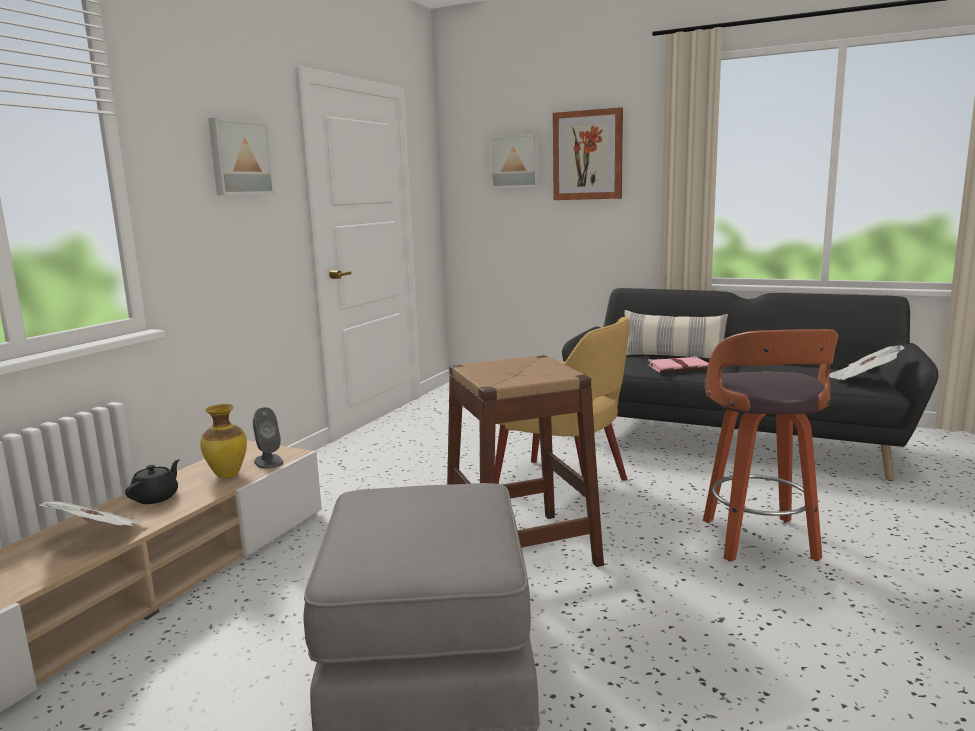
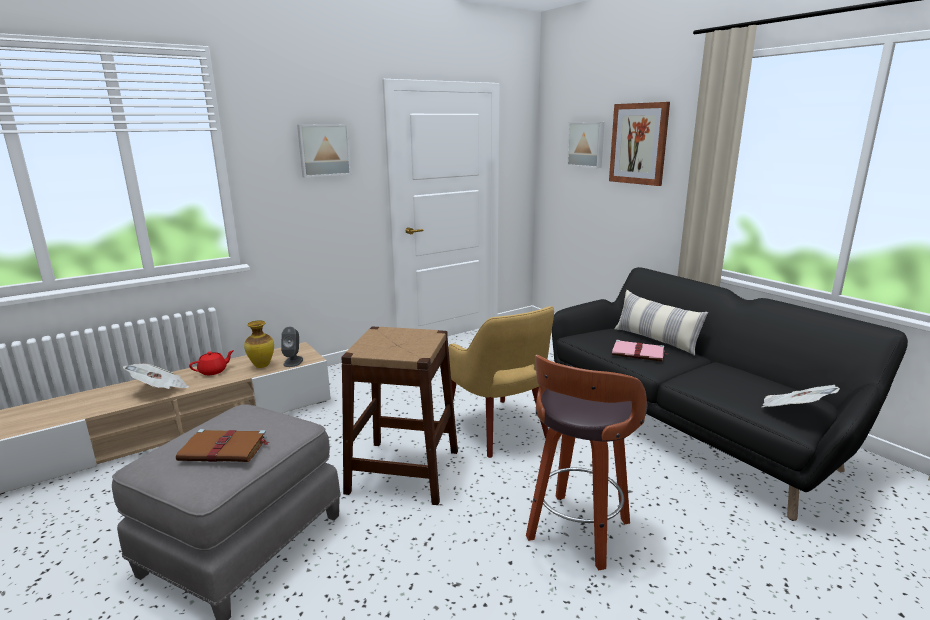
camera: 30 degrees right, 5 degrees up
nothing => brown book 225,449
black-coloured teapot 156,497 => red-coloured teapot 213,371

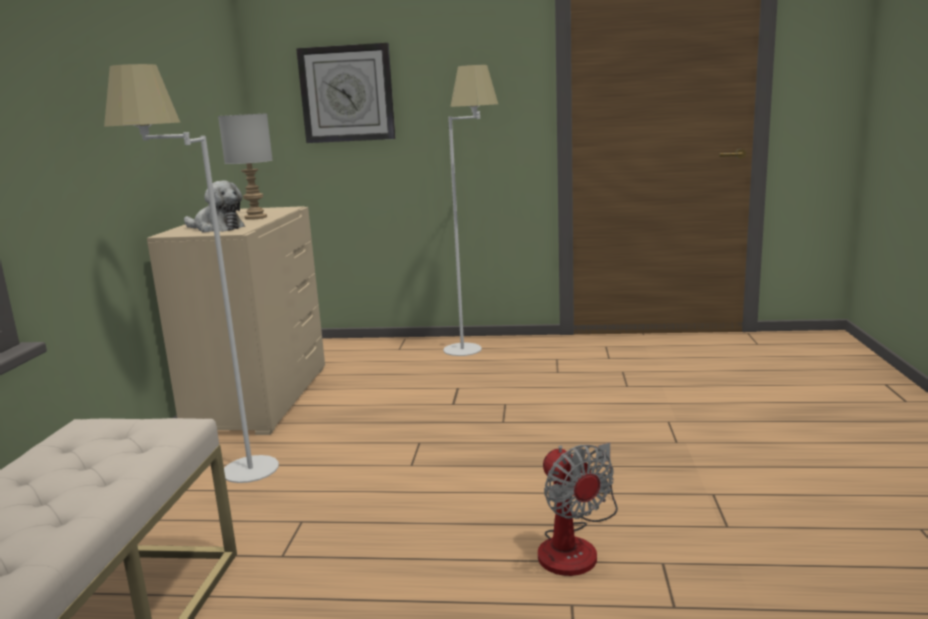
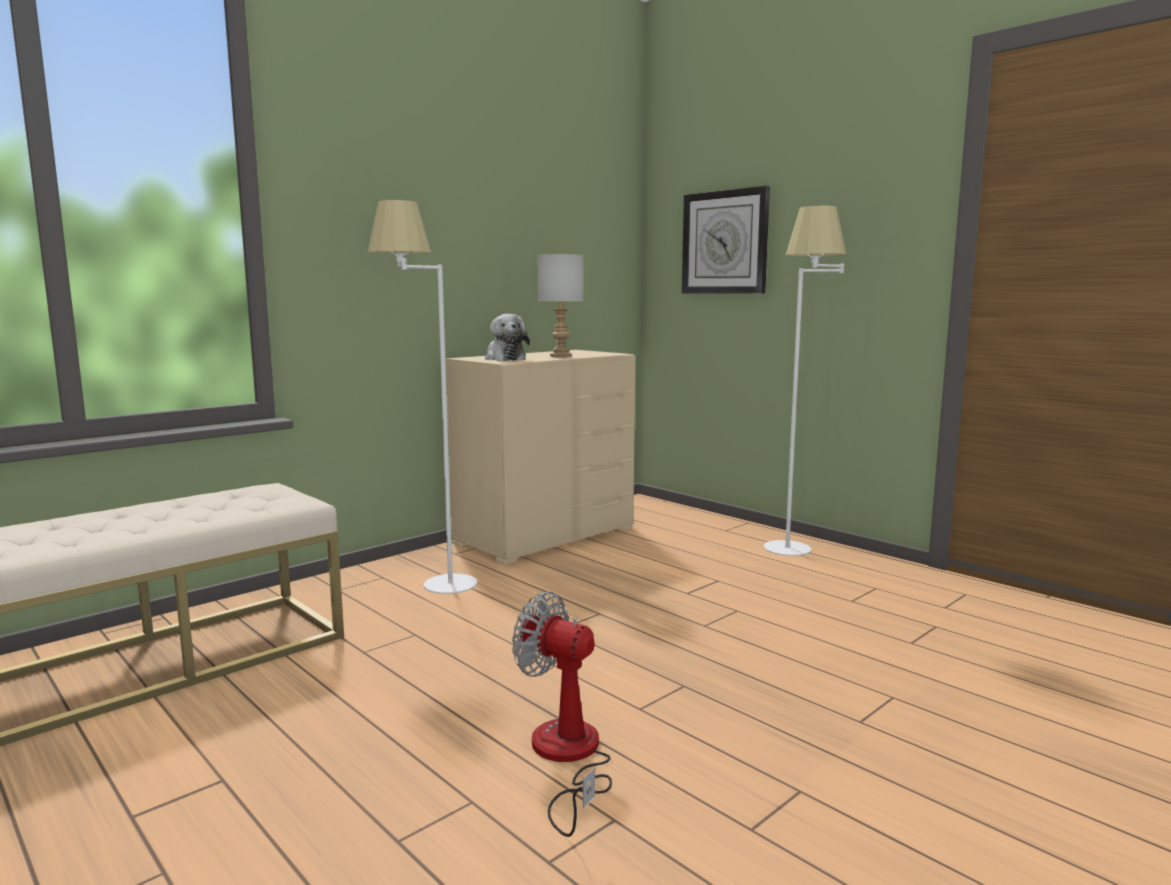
camera: 40 degrees right, 5 degrees down
fan 575,544 => fan 567,758, 105 degrees clockwise

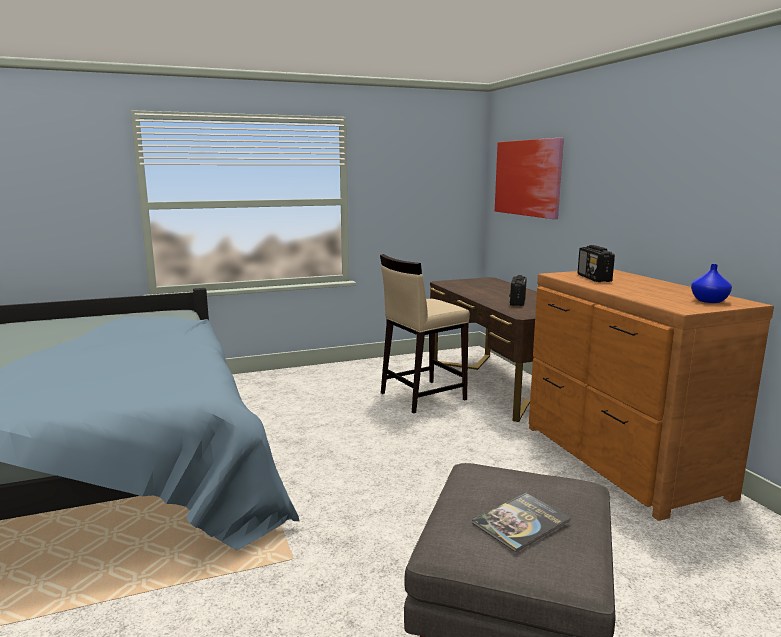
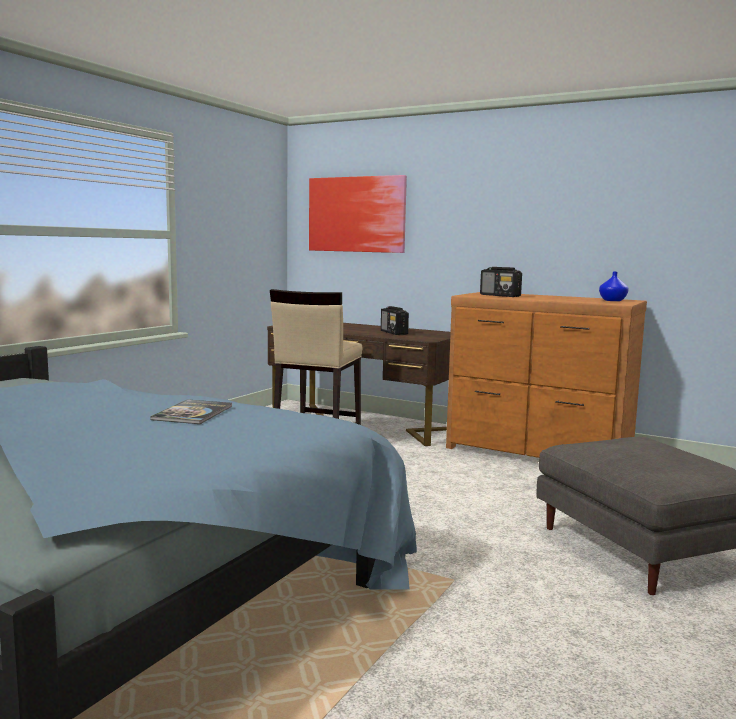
camera: 40 degrees left, 5 degrees down
book 521,522 => book 193,413, relocated

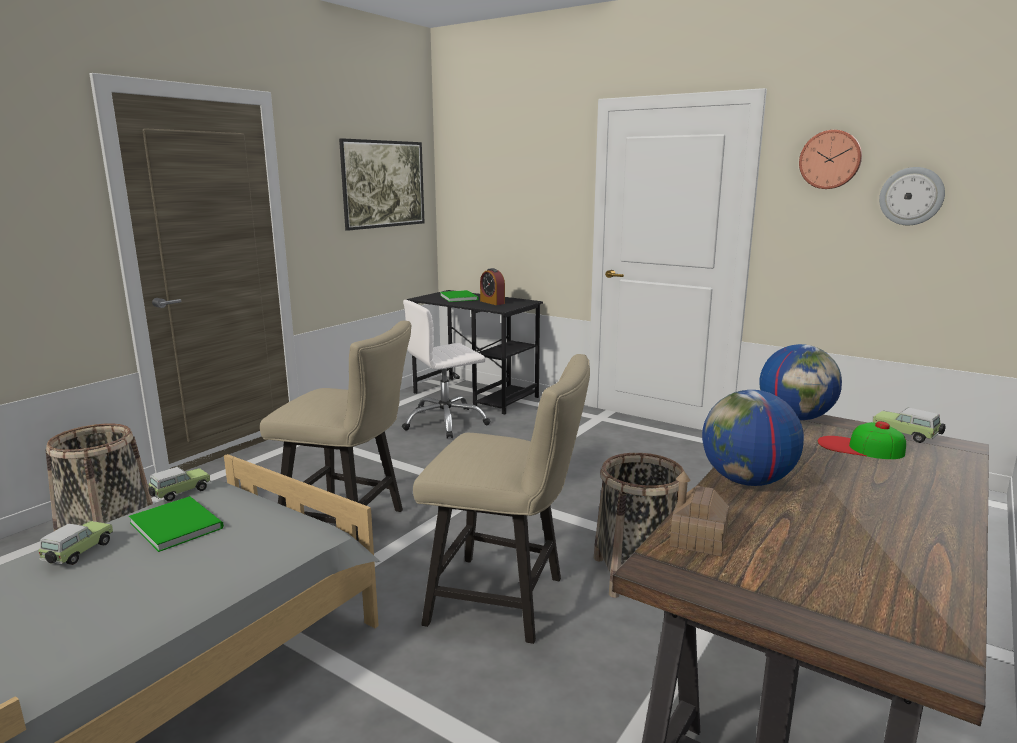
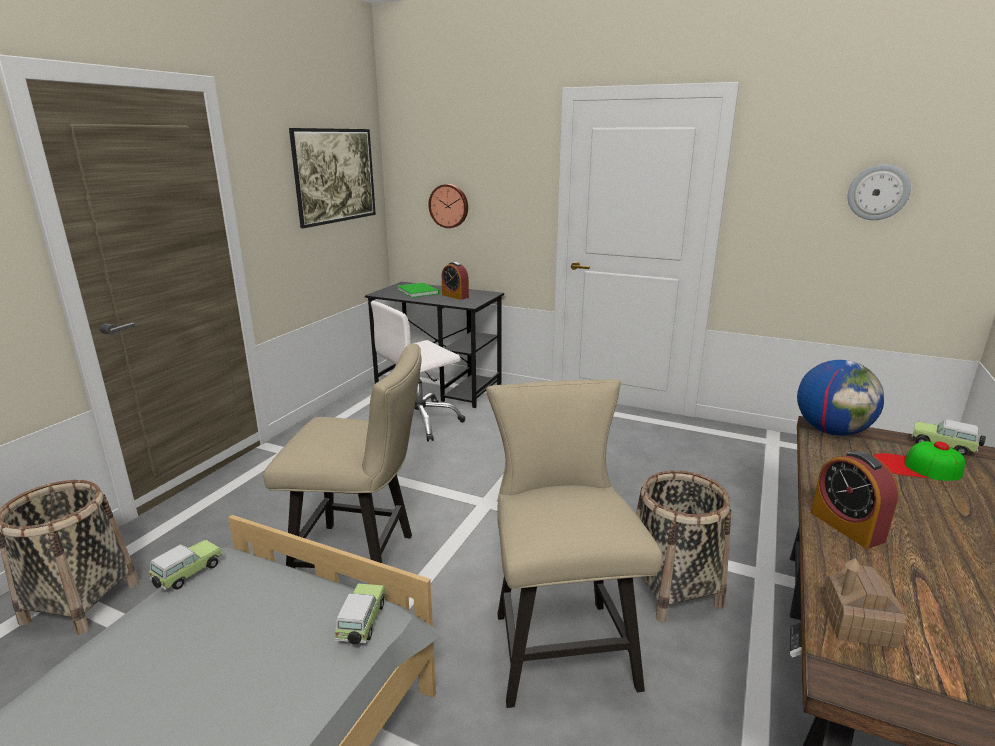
camera: 10 degrees left, 5 degrees up
greenish book 177,524 => nothing
model car 77,554 => model car 361,624, relocated
hanging clock 830,159 => hanging clock 449,206, relocated
world globe 747,481 => table clock 846,526
beige-coloured plain chair 506,601 => beige-coloured plain chair 559,641, 105 degrees counterclockwise

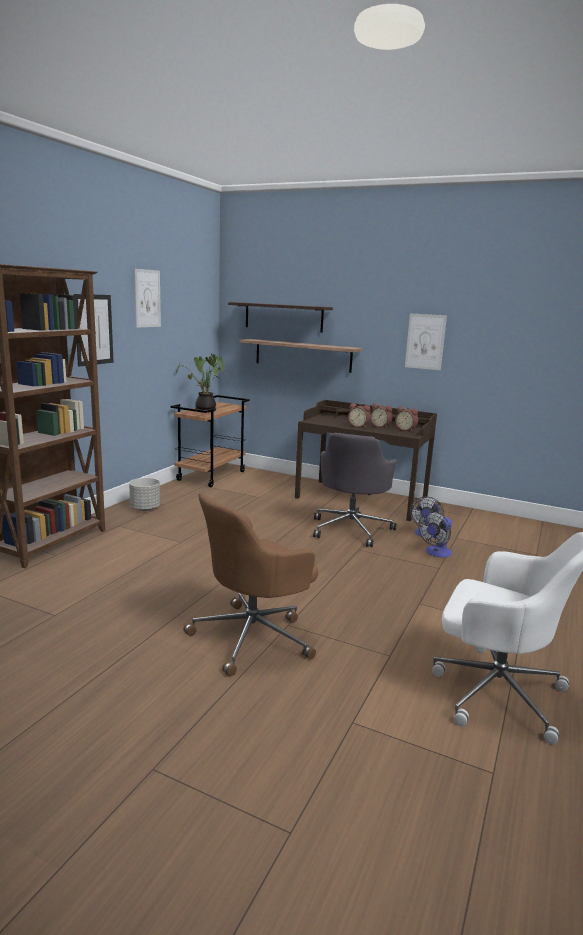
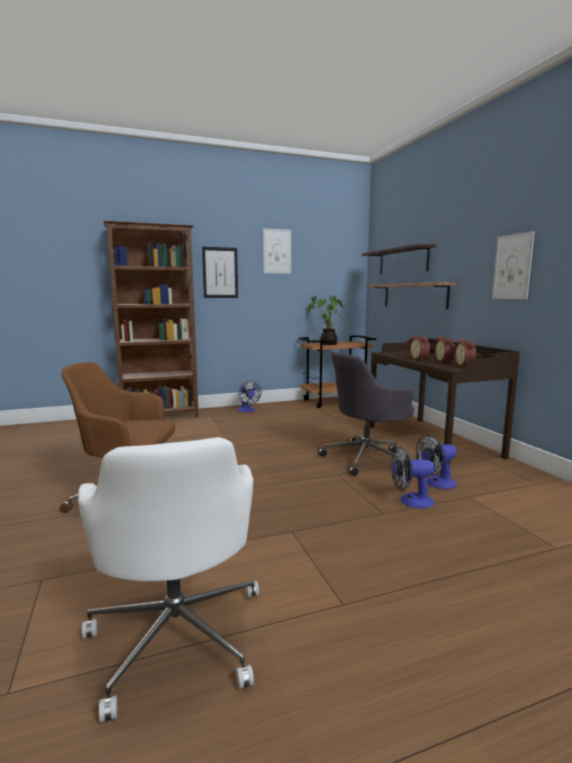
camera: 45 degrees right, 5 degrees down
greyish planter 145,508 => fan 247,410

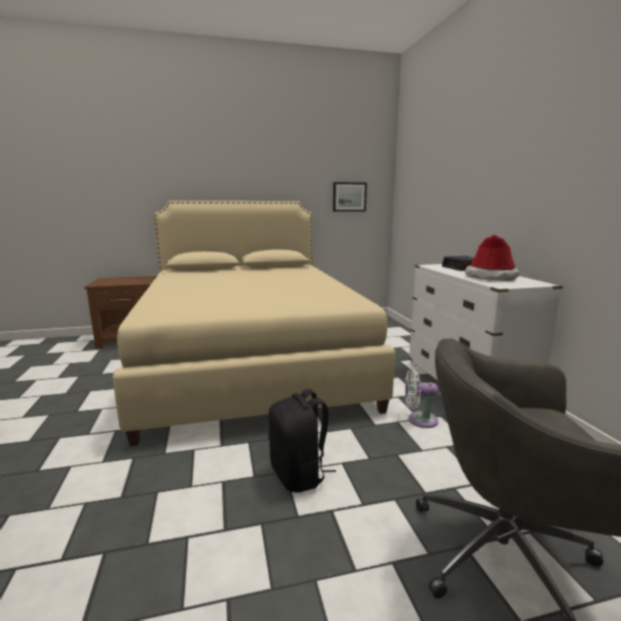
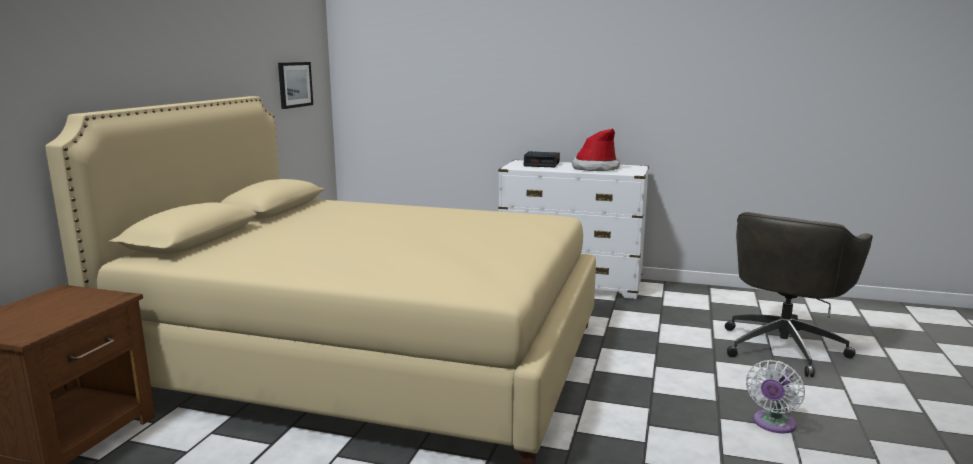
camera: 60 degrees left, 0 degrees up
black-coloured backpack 299,475 => nothing
white fan 419,420 => white fan 773,424, relocated

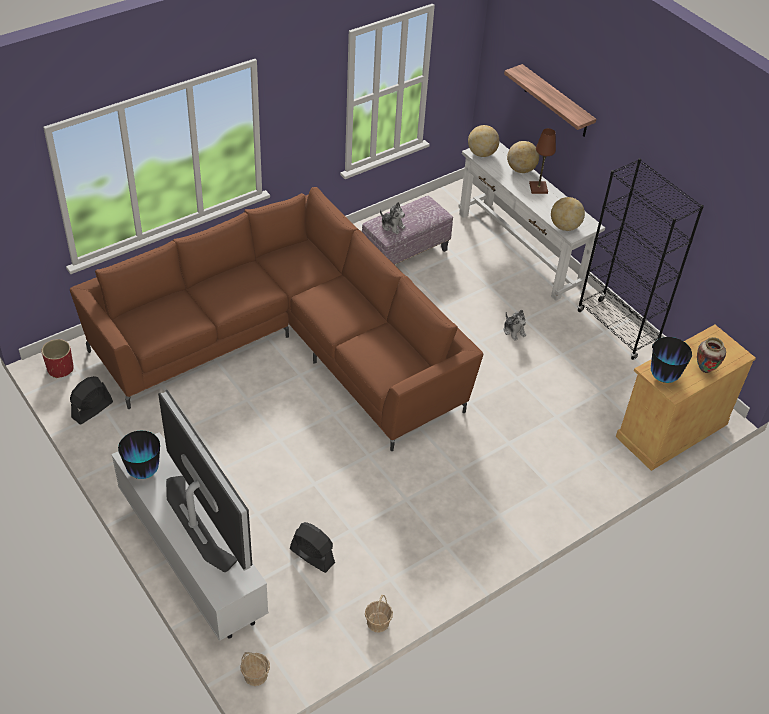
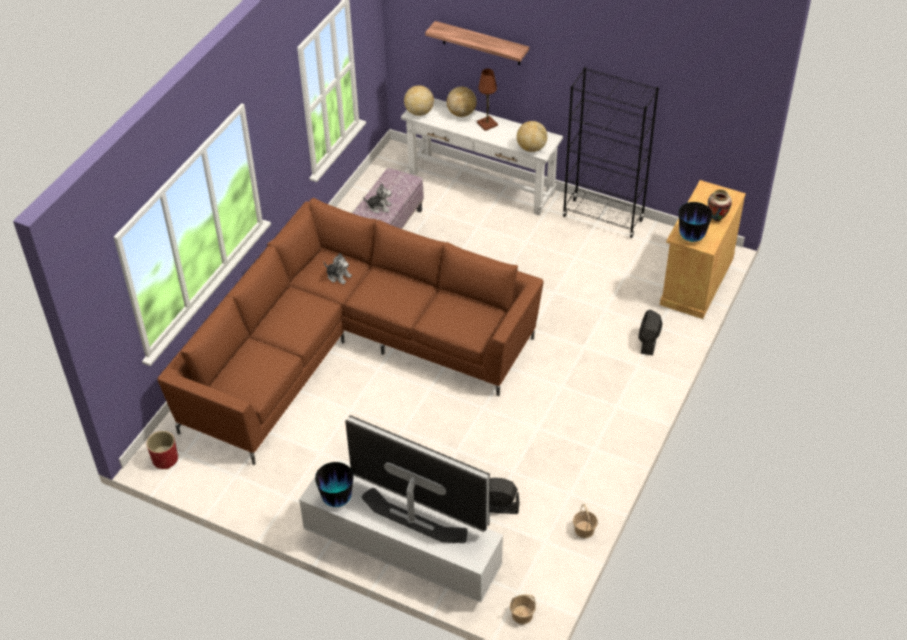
camera: 25 degrees left, 0 degrees up
black-coloured fan 92,410 => black-coloured fan 648,341, relocated
soft toy 514,331 => soft toy 338,276, relocated

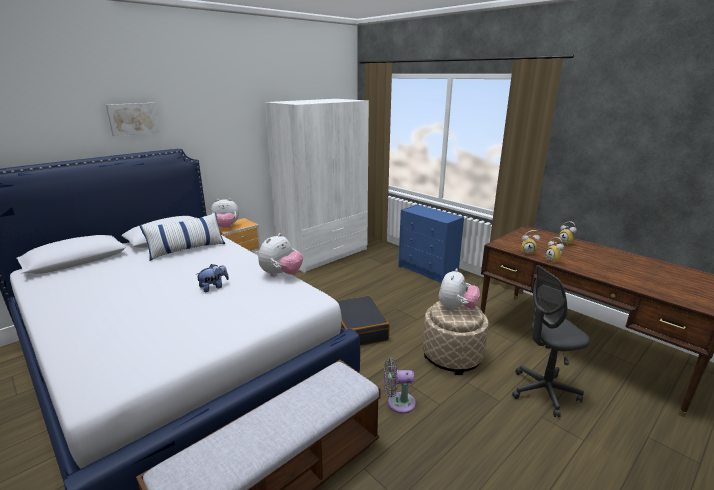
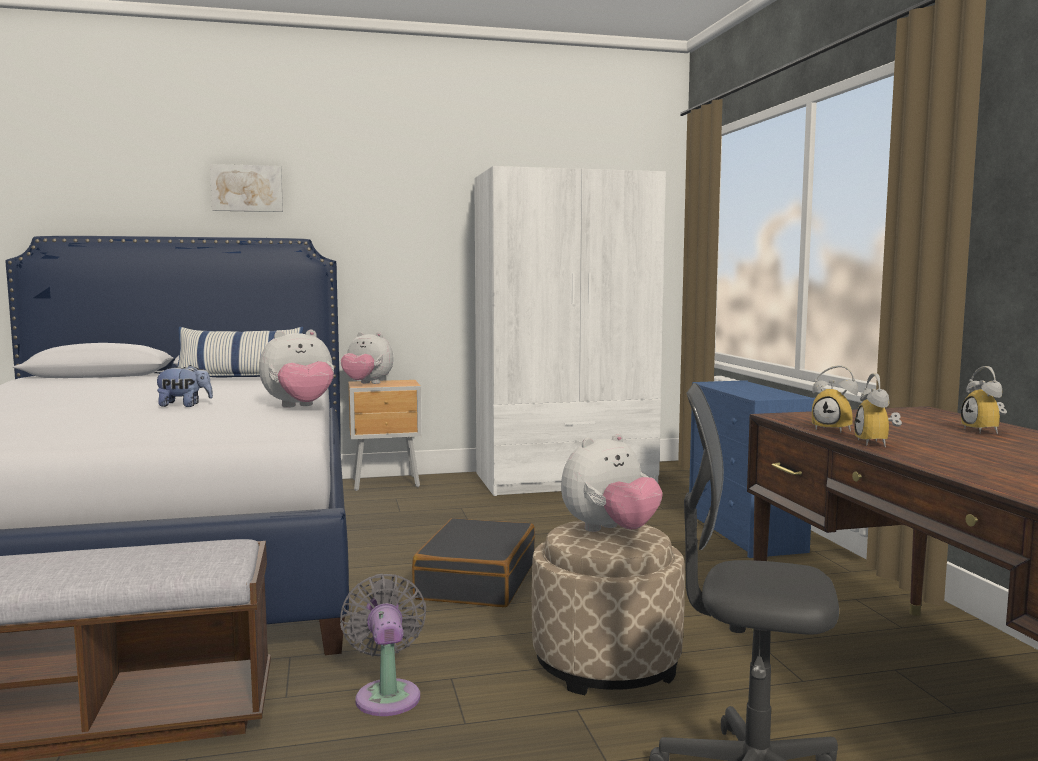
camera: 30 degrees right, 15 degrees down
greyish fan 398,403 => greyish fan 387,694, 45 degrees clockwise

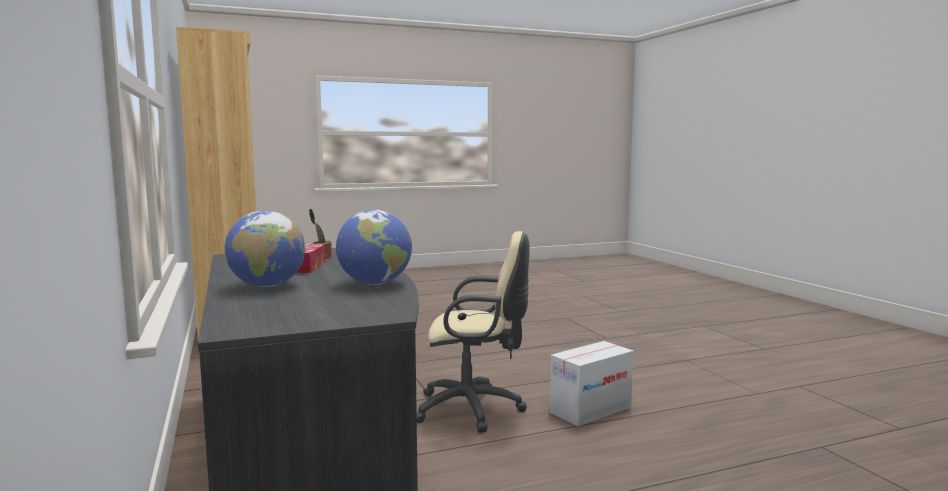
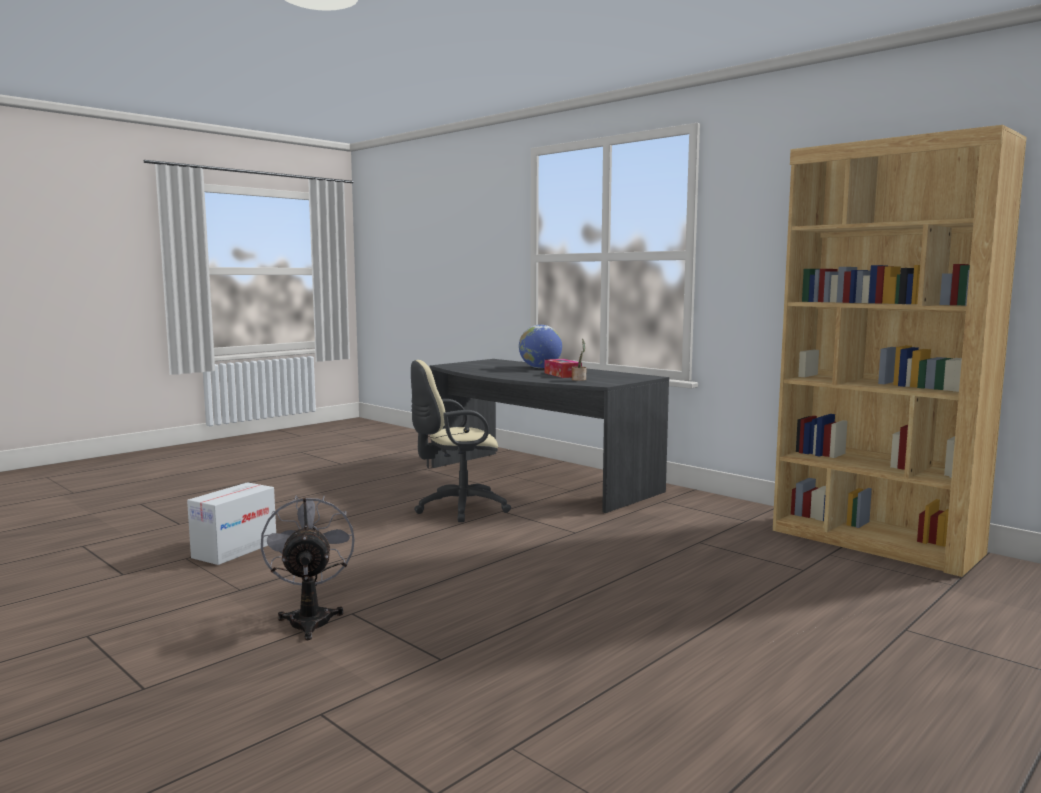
camera: 155 degrees right, 0 degrees up
world globe 375,283 => nothing
nothing => greyish fan 310,618
carton 590,410 => carton 235,550, relocated

